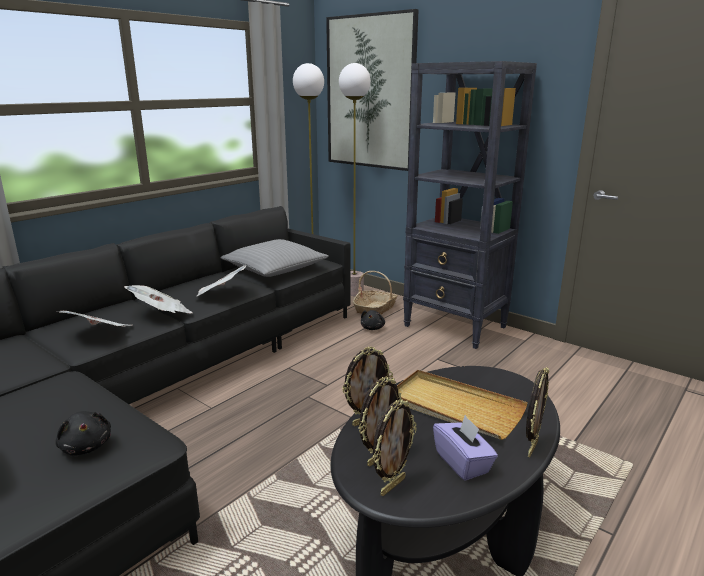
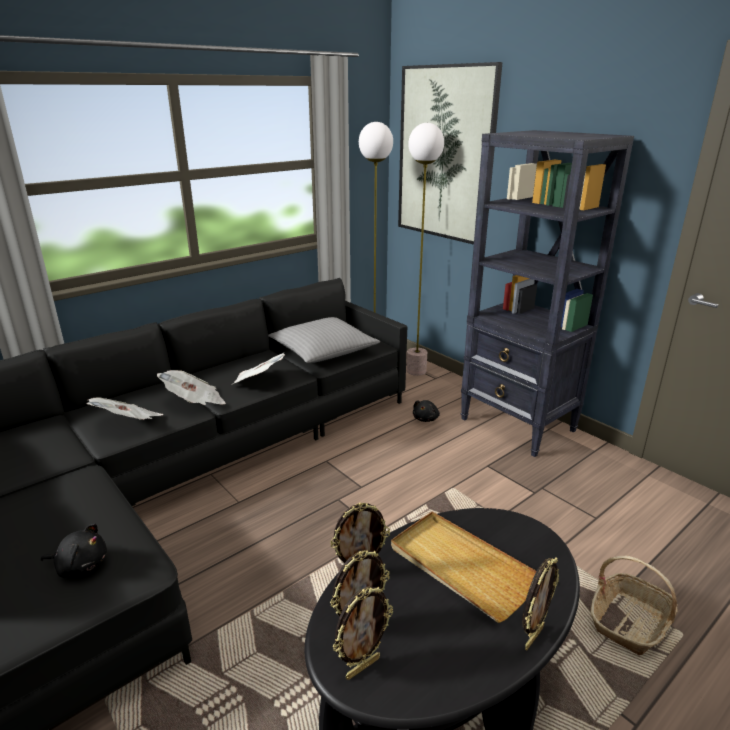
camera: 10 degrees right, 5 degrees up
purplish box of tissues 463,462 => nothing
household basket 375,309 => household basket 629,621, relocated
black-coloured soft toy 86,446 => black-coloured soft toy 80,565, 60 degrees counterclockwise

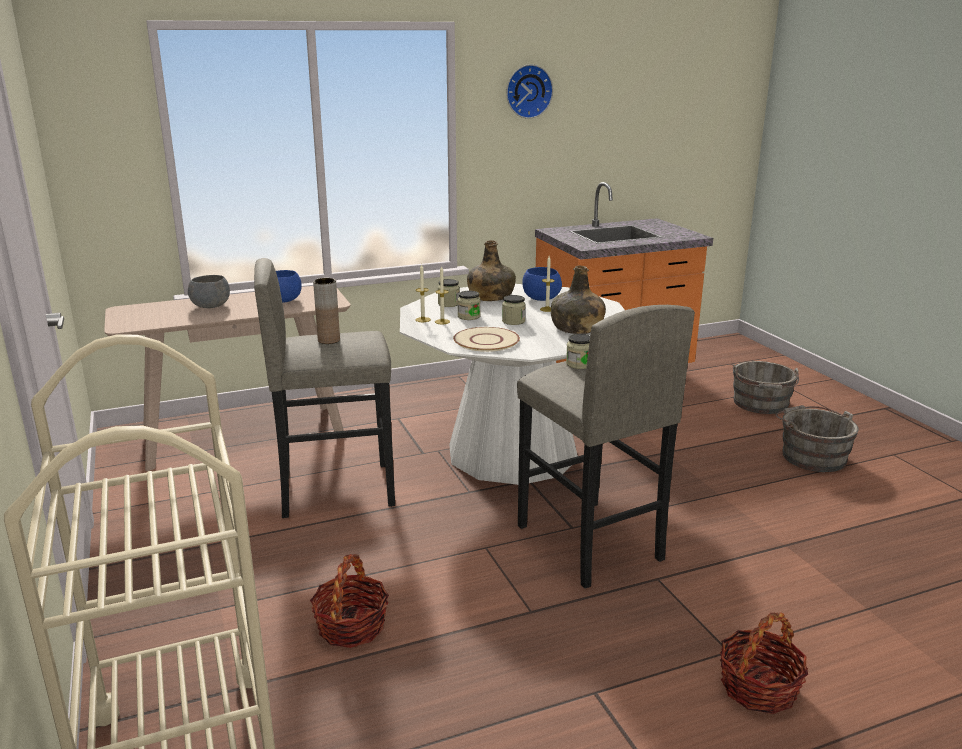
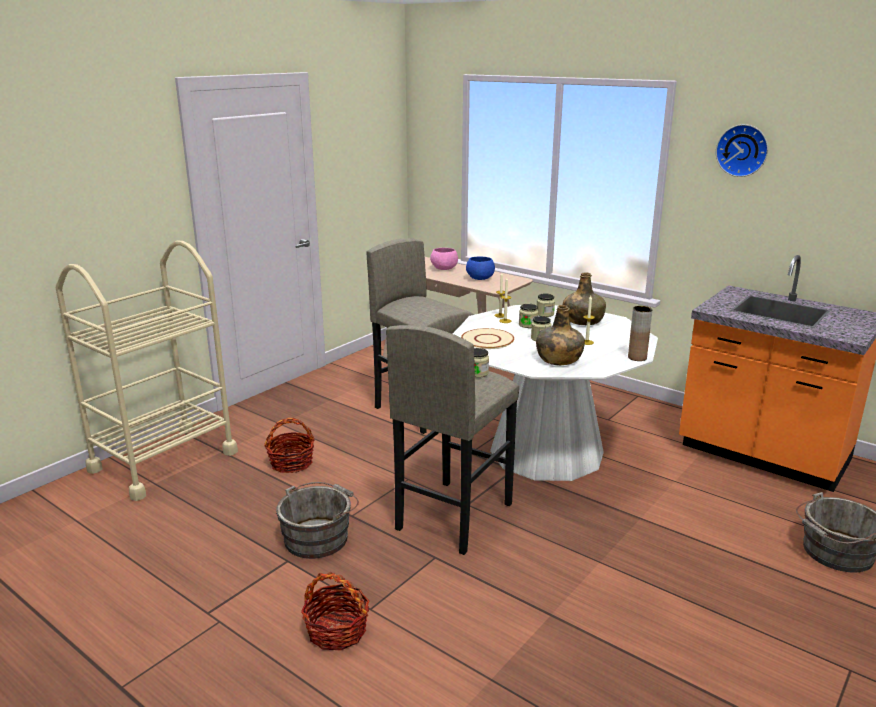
camera: 60 degrees right, 0 degrees up
bluish serving bowl 541,298 => nothing
brown flower vase 329,340 => brown flower vase 637,357, relocated
greyish water bucket 811,456 => greyish water bucket 319,537, relocated
greyish serving bowl 211,306 => pinkish serving bowl 444,269

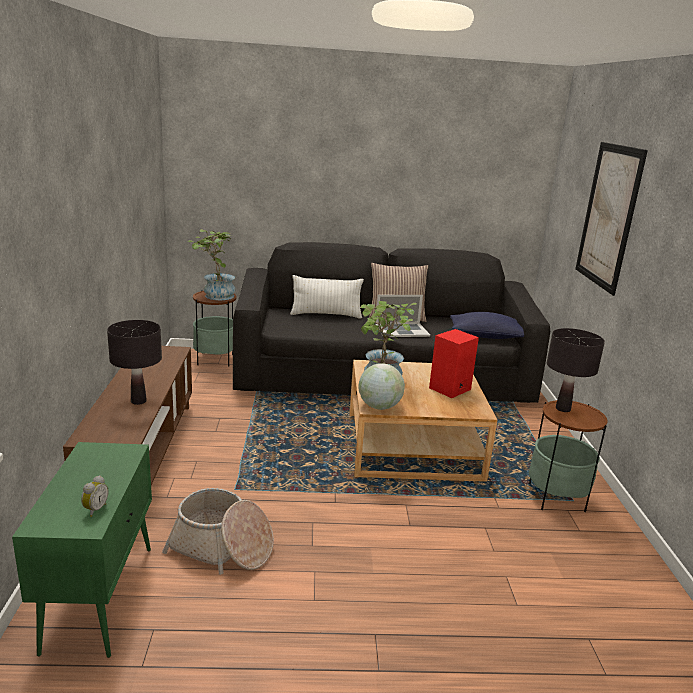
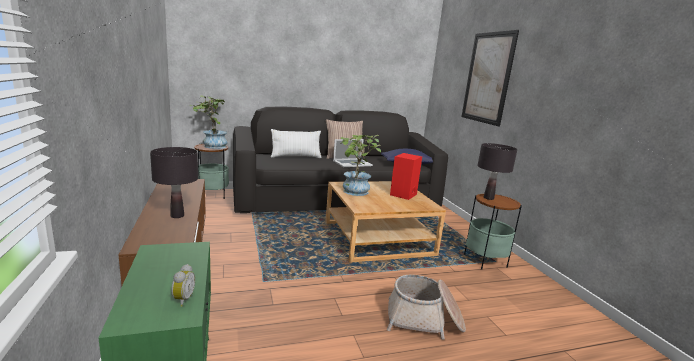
camera: 15 degrees left, 5 degrees down
world globe 379,407 => nothing
household basket 222,548 => household basket 424,320, relocated

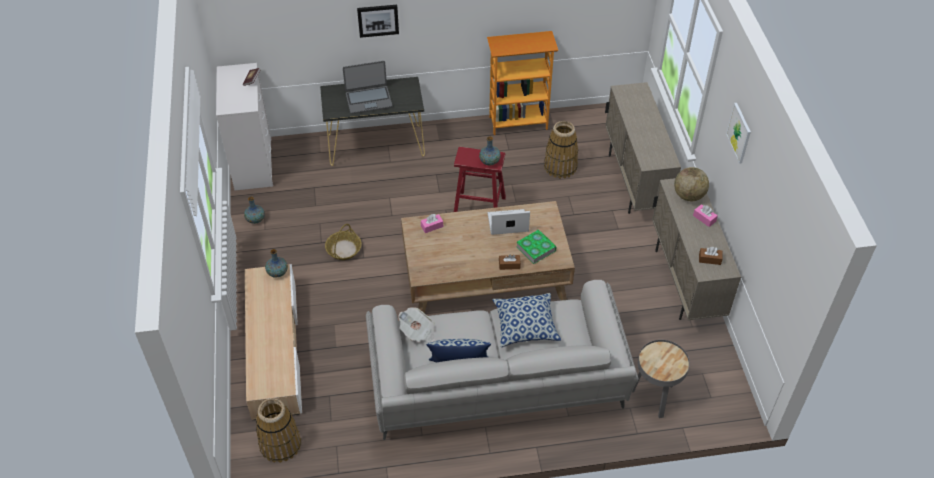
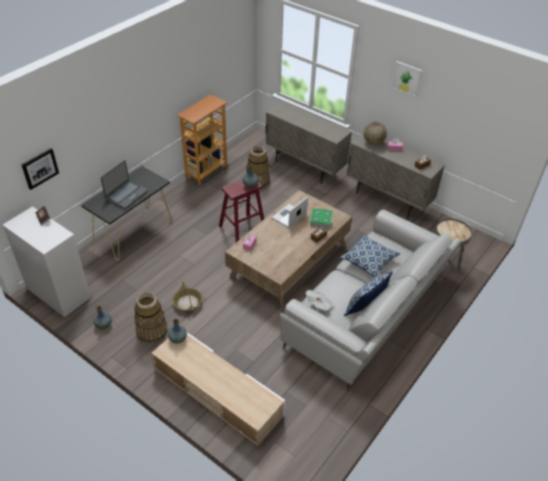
camera: 45 degrees left, 5 degrees down
household basket 280,444 => household basket 152,331, relocated
picture 378,20 => picture 40,168, relocated

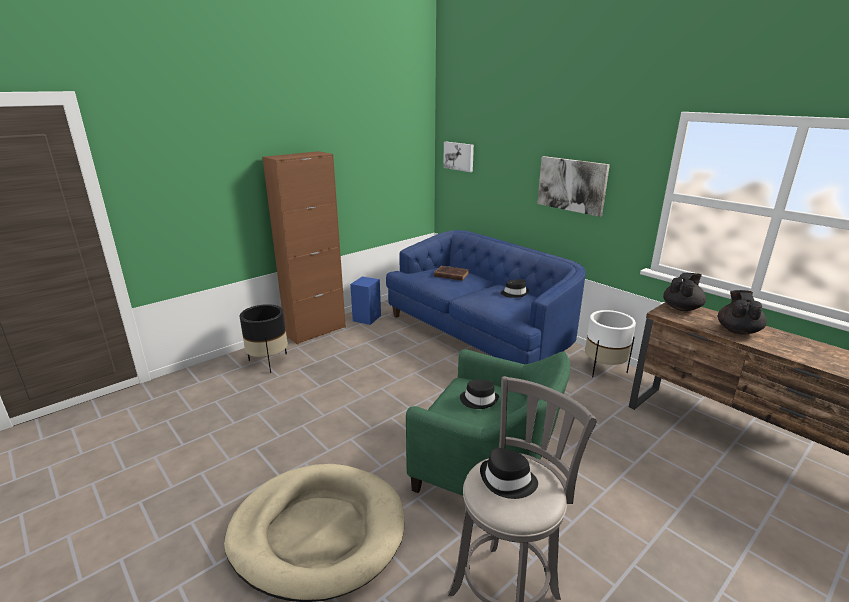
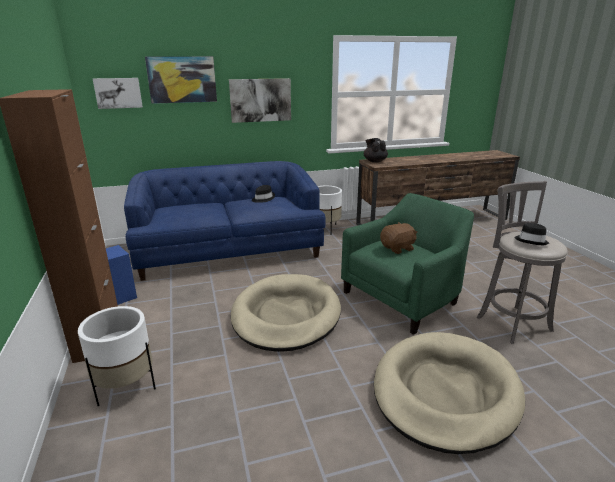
camera: 65 degrees left, 0 degrees up
brown book 450,275 => nothing
black-coloured teapot 737,330 => nothing
nothing => picture 182,79
nothing => beige-coloured pet bed 286,315
black-coloured clothing hat 479,400 => brown soft toy 398,248
black-coloured planter 268,362 => white planter 126,387

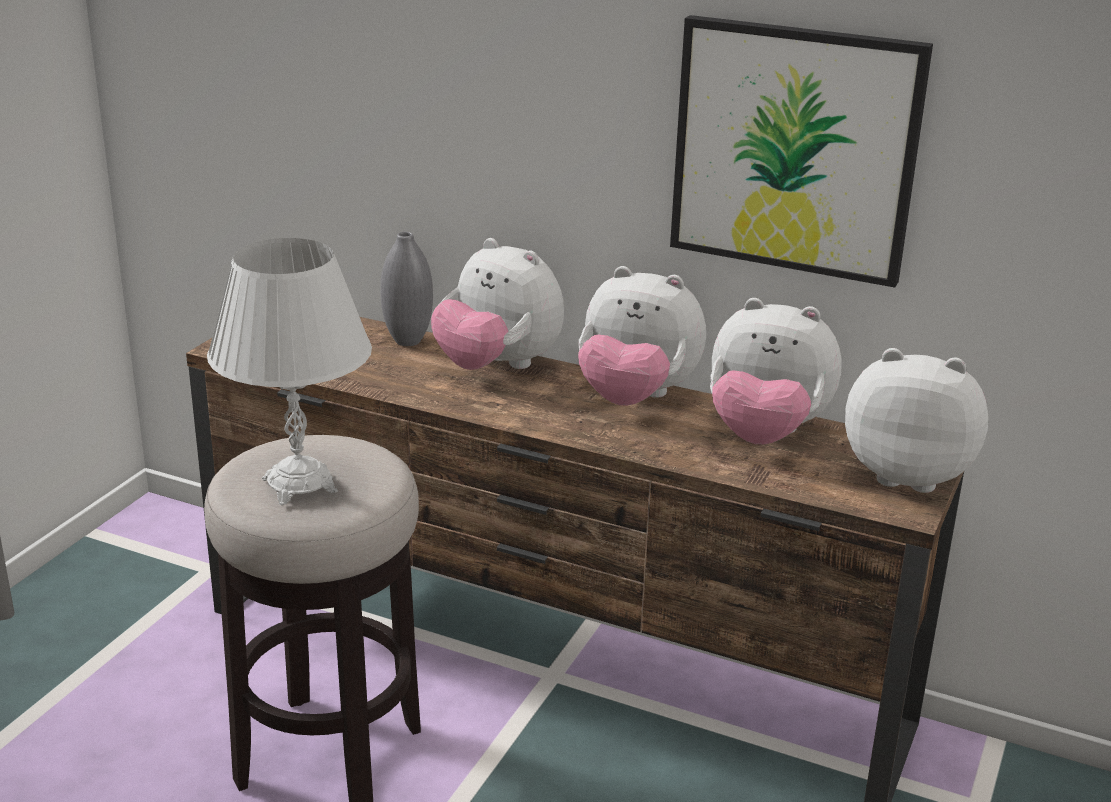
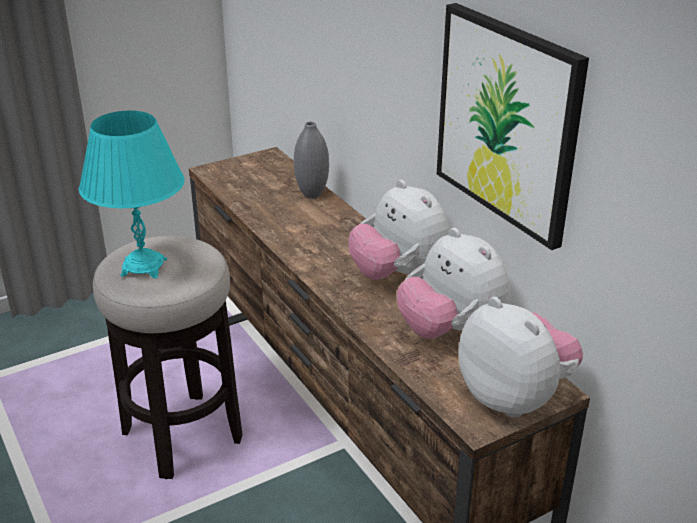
camera: 35 degrees right, 5 degrees up
soft toy 497,366 => nothing
white tabletop lamp 299,485 => blue-green tabletop lamp 144,267

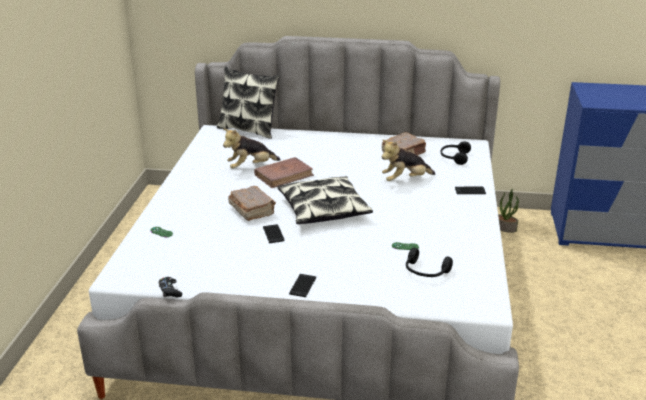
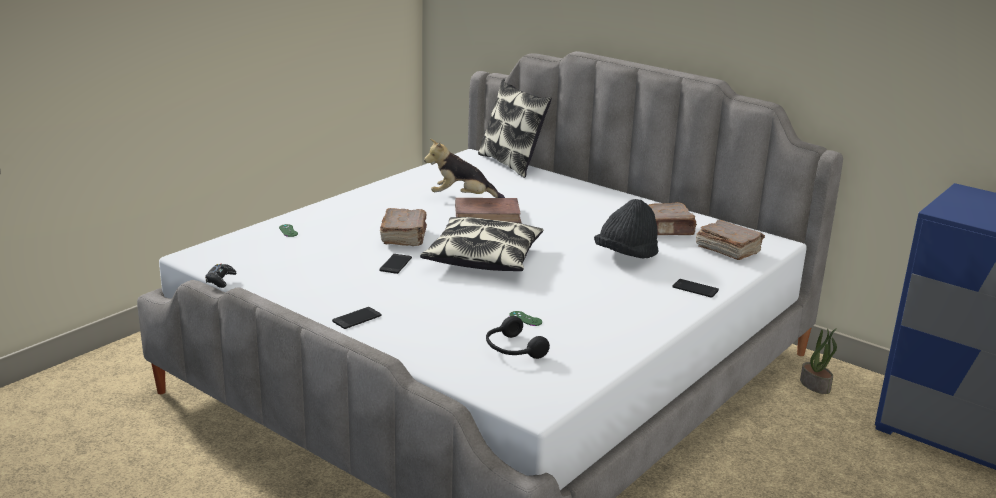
camera: 30 degrees right, 5 degrees down
soft toy 405,180 => black-coloured clothing hat 626,256
black-coloured headphones 454,157 => brown book 727,250

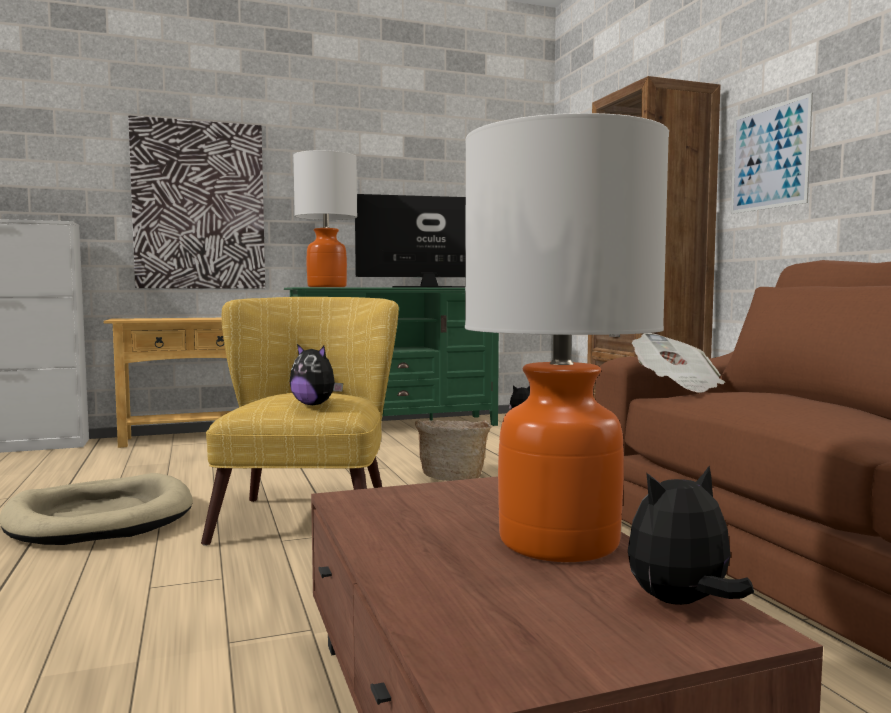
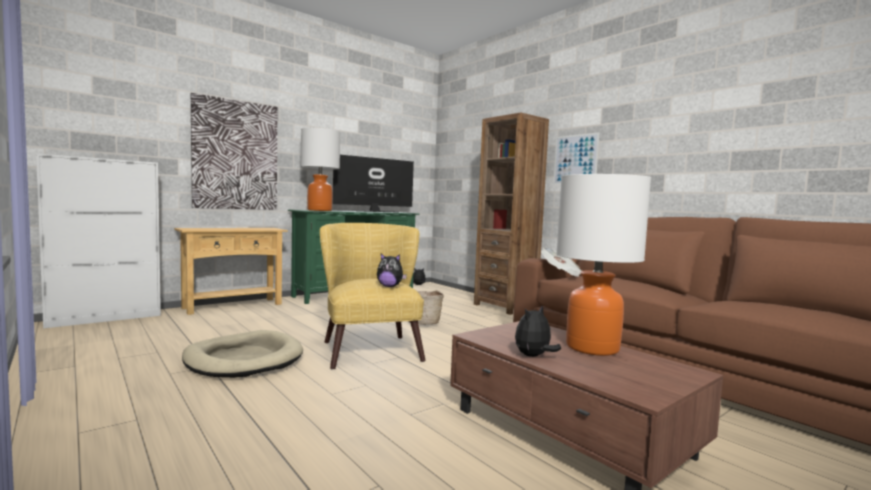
camera: 20 degrees left, 0 degrees up
soft toy 681,604 => soft toy 534,356, relocated

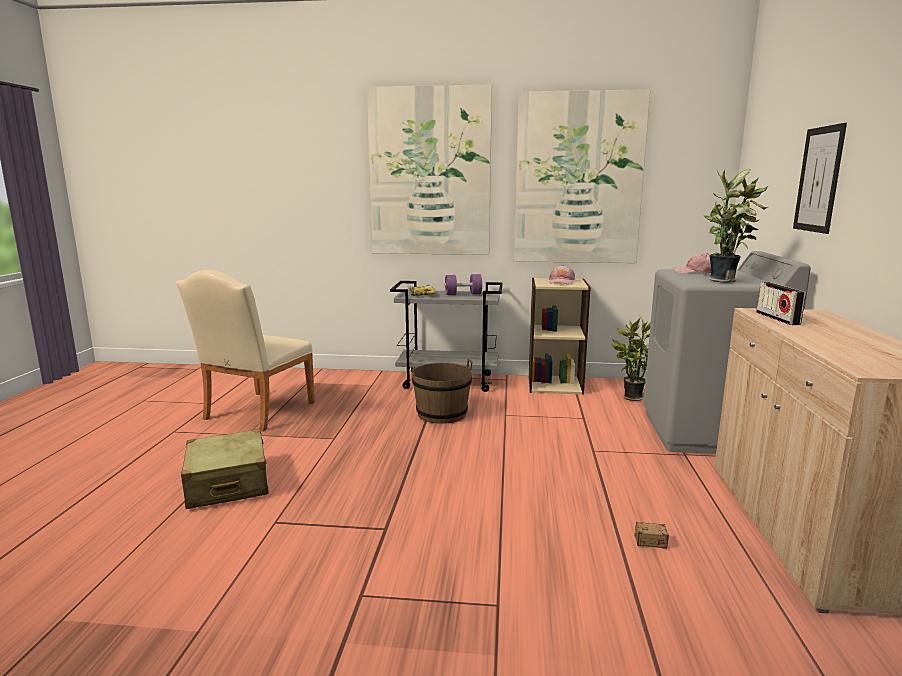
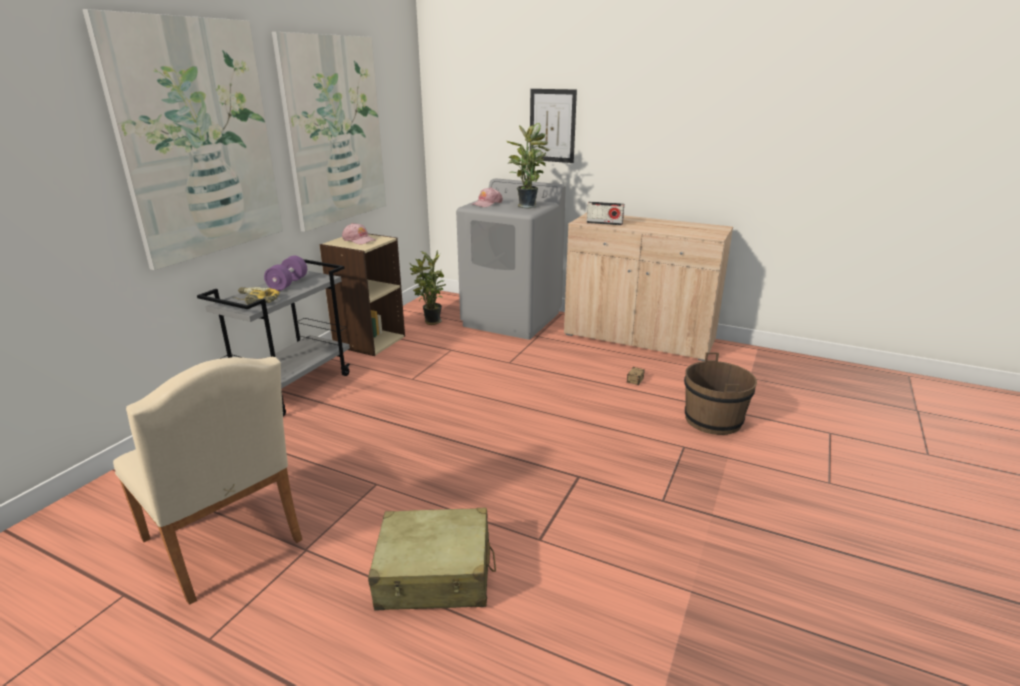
camera: 70 degrees left, 10 degrees up
brown water bucket 442,414 => brown water bucket 713,420, relocated

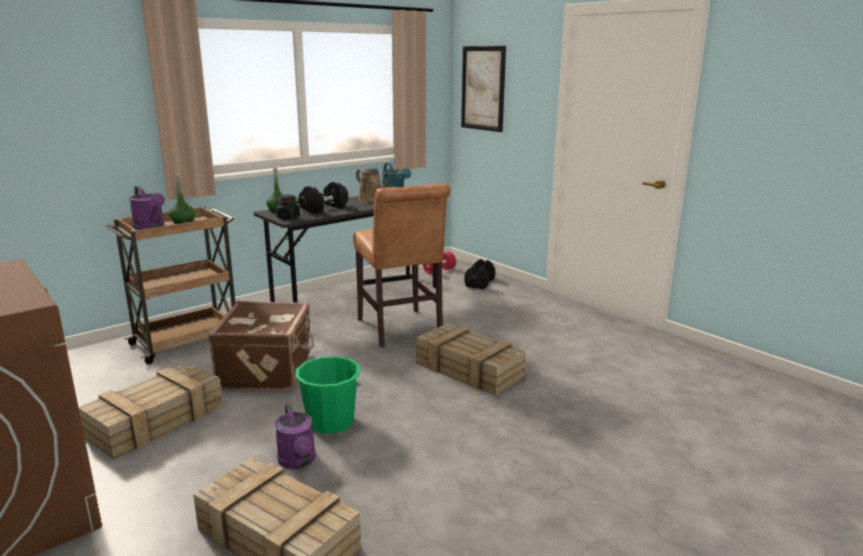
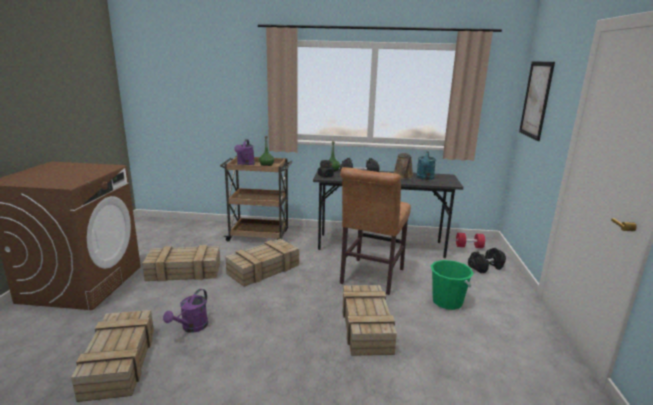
camera: 45 degrees right, 0 degrees up
greenish water bucket 331,422 => greenish water bucket 447,302, relocated
brown travel case 268,370 => crate 264,269

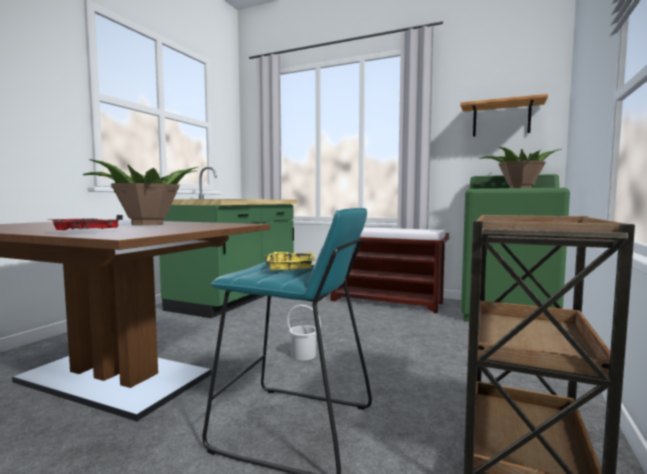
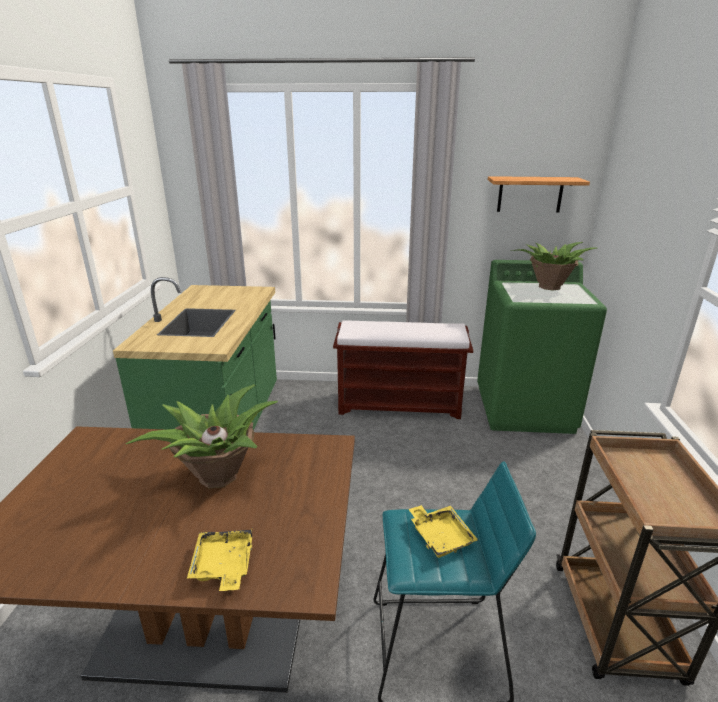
camera: 20 degrees left, 20 degrees up
white water bucket 303,355 => nothing
red-coloured serving tray 84,232 => yellowish serving tray 223,566

